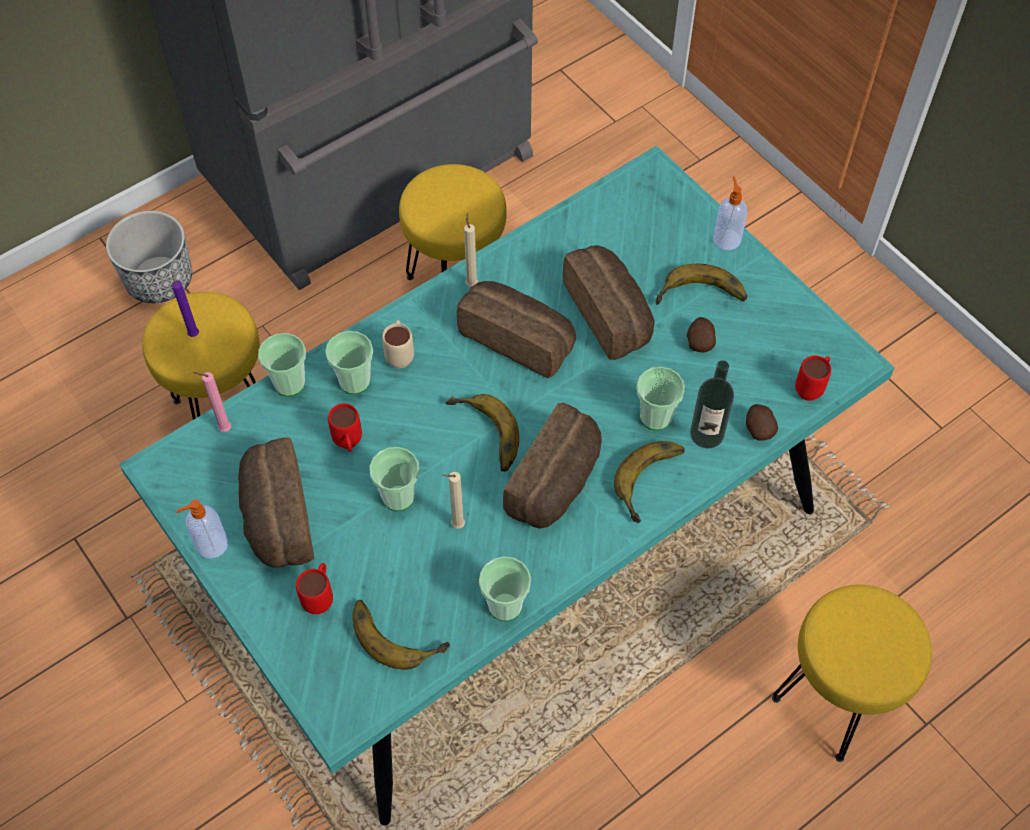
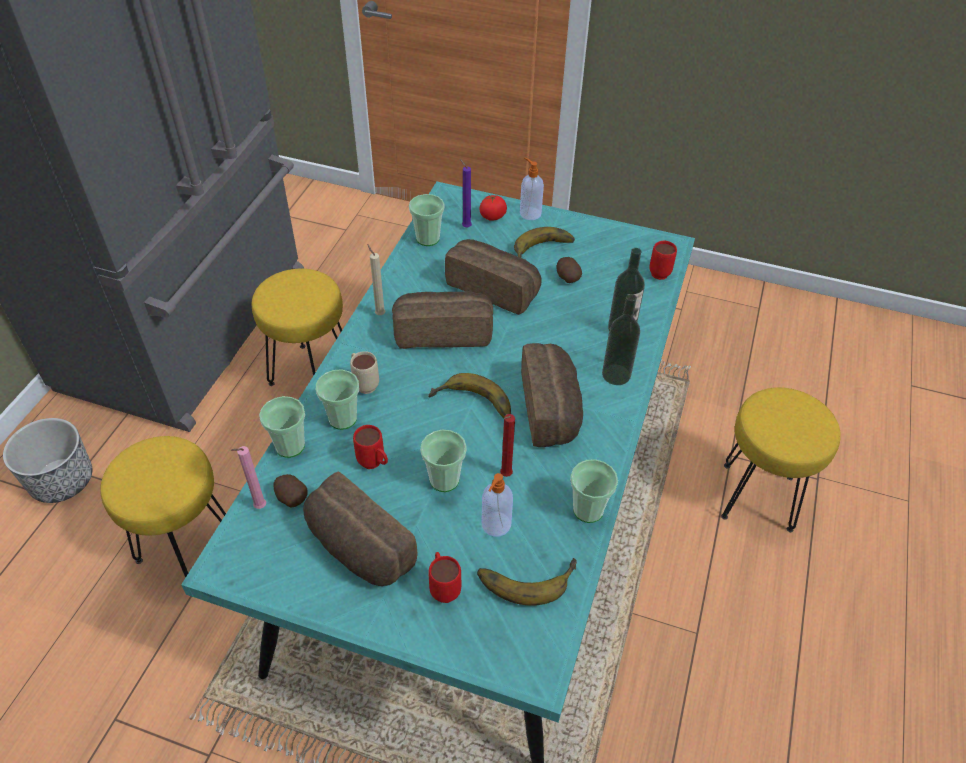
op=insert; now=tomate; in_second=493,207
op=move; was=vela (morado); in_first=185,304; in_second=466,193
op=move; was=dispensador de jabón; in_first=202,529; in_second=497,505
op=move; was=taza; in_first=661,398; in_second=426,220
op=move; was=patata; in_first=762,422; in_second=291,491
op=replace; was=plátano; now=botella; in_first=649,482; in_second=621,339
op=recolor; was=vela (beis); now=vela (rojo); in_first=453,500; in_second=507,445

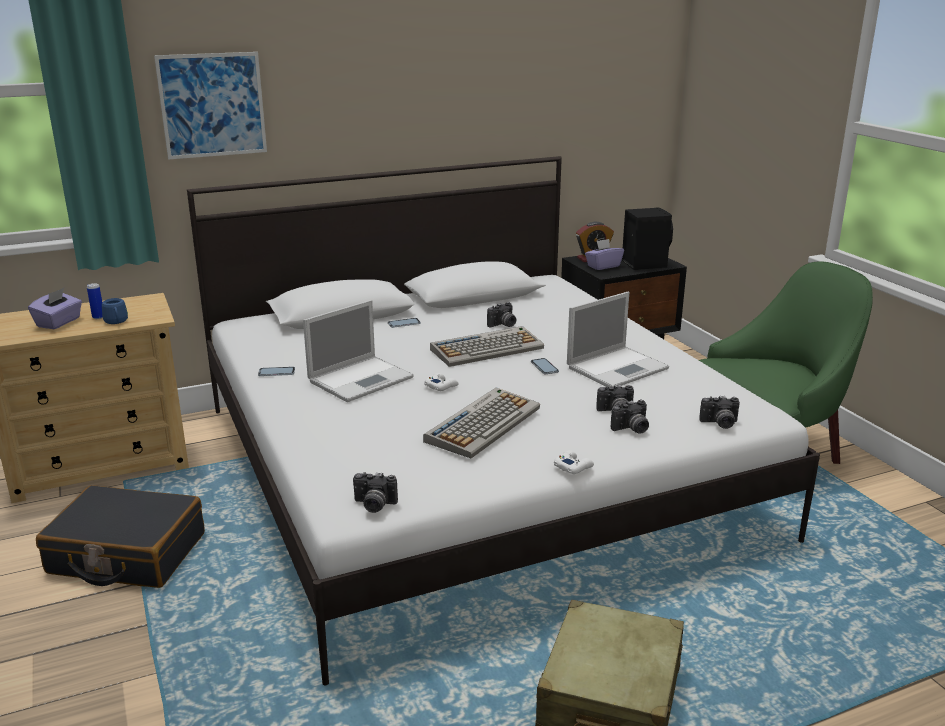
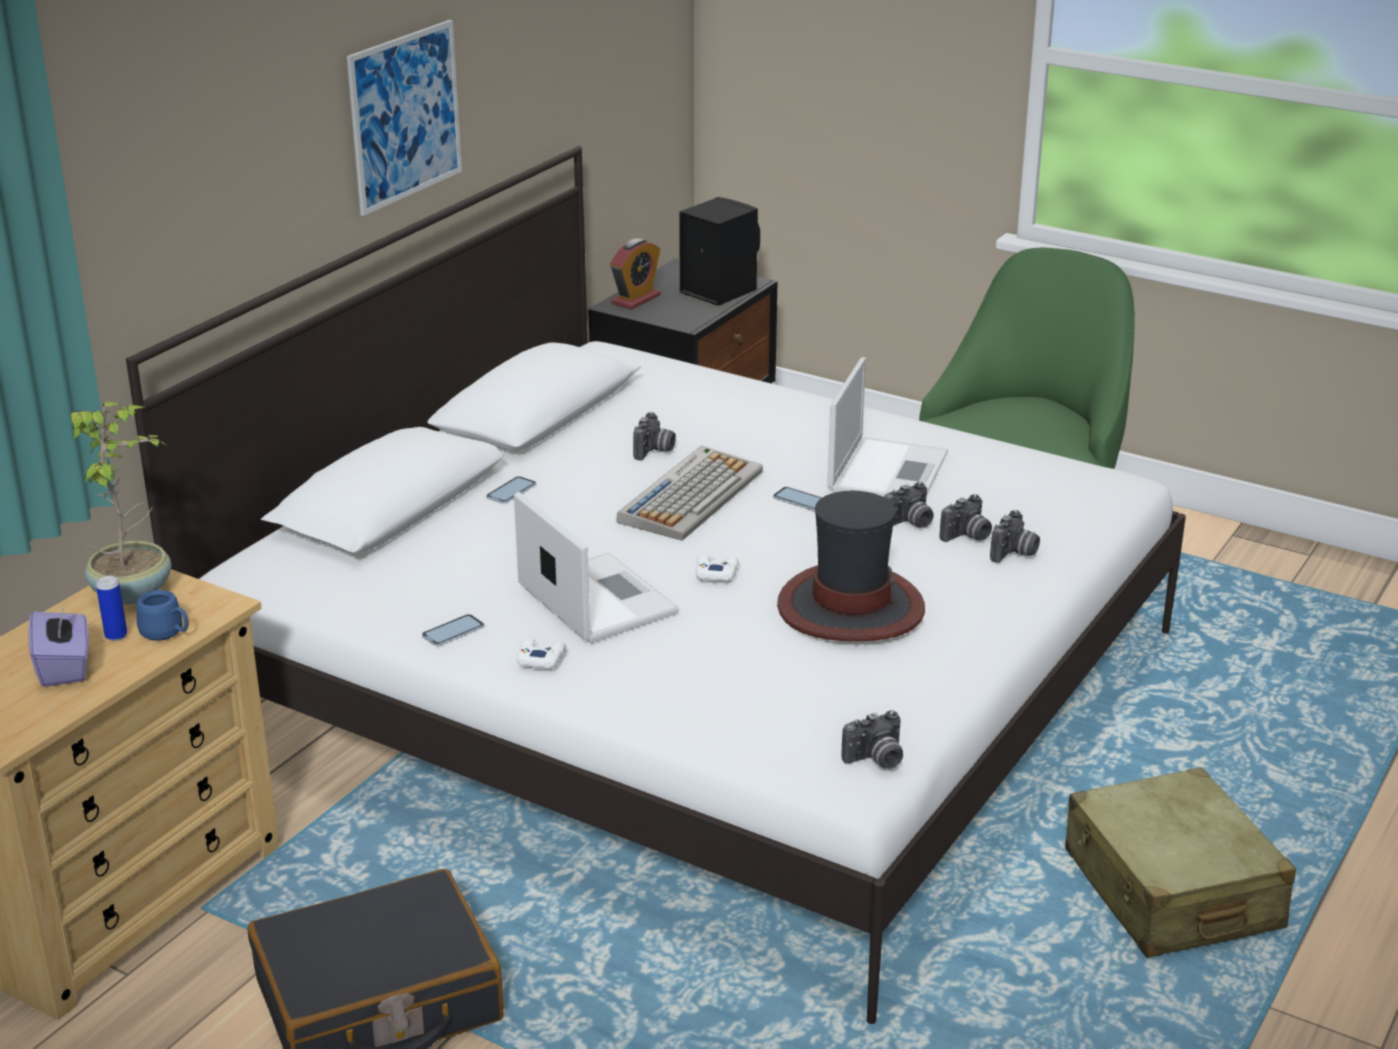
op=delete; was=caja de pañuelos (morado); in_first=604,254
op=insert; now=planta en maceta; in_second=121,503
op=move; was=cuadro; in_first=210,106; in_second=404,118
op=move; was=mando de consola (blanco); in_first=574,462; in_second=541,653
op=move; was=cámara; in_first=719,412; in_second=909,505
op=replace; was=teclado; now=sombrero; in_first=481,422; in_second=851,566
op=rotate; was=portátil; in_first=358,351; in_second=596,567; clockwise=-45

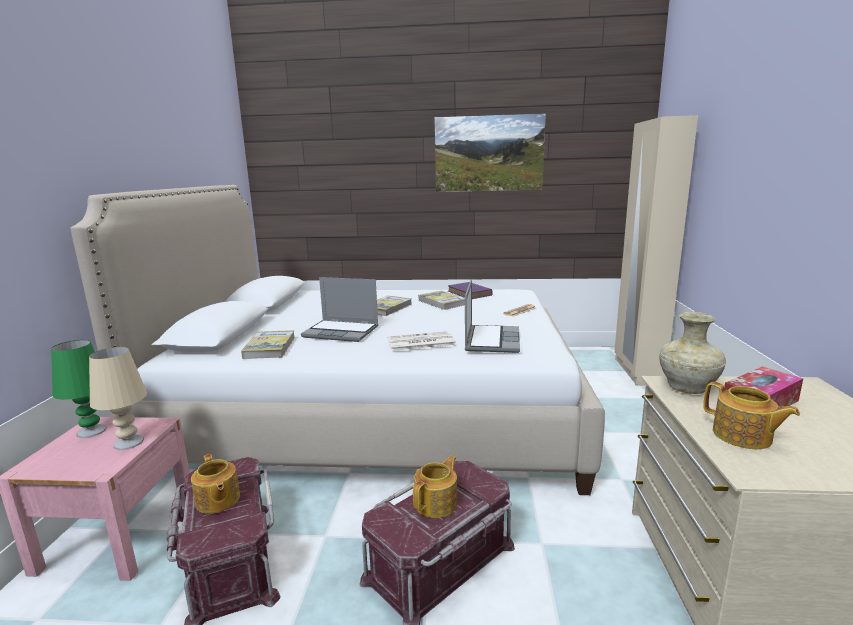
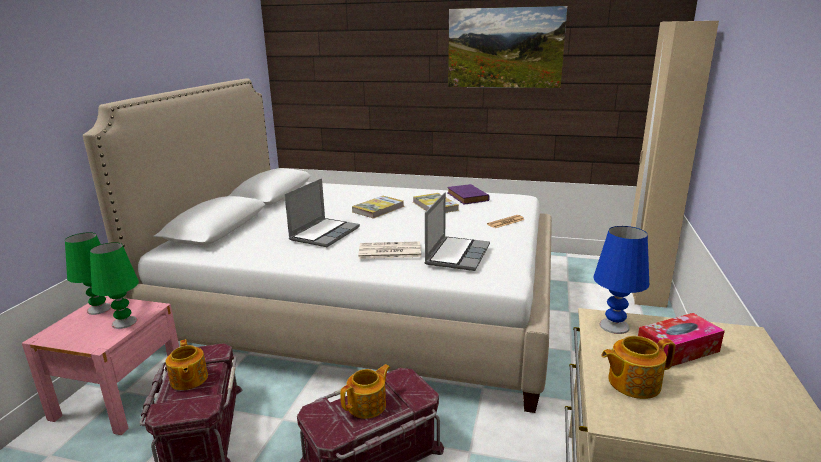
op=delete; was=libro; in_first=268,344
op=replace; was=florero (beis); now=lámpara de mesa (azul); in_first=692,353; in_second=621,280
op=recolor; was=lámpara de mesa (beis); now=lámpara de mesa (verde); in_first=118,398; in_second=114,285
op=rotate; was=portátil; in_first=340,309; in_second=322,212; clockwise=-90
op=rotate; was=tetera; in_first=751,415; in_second=638,367; clockwise=105

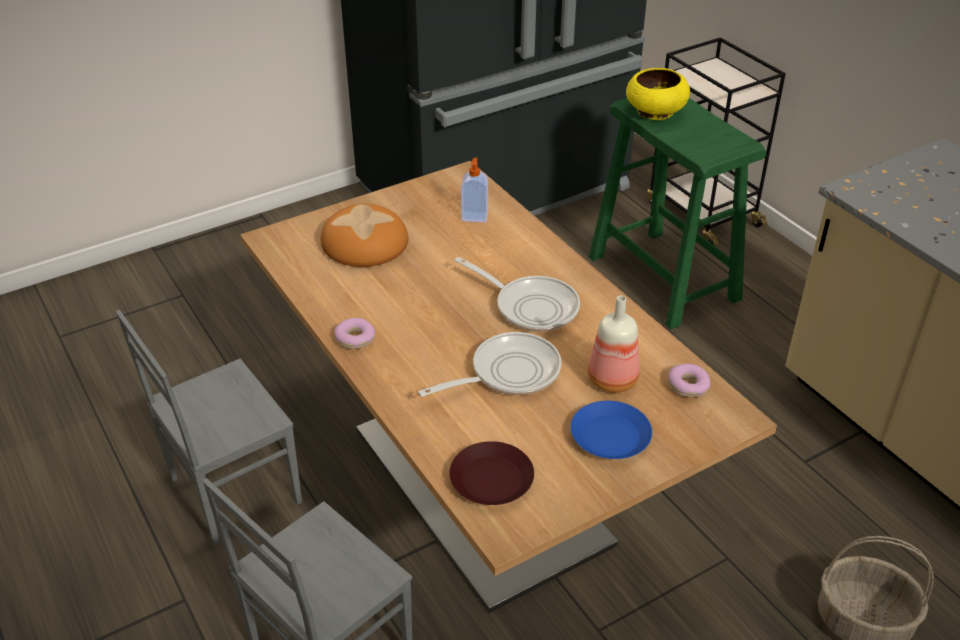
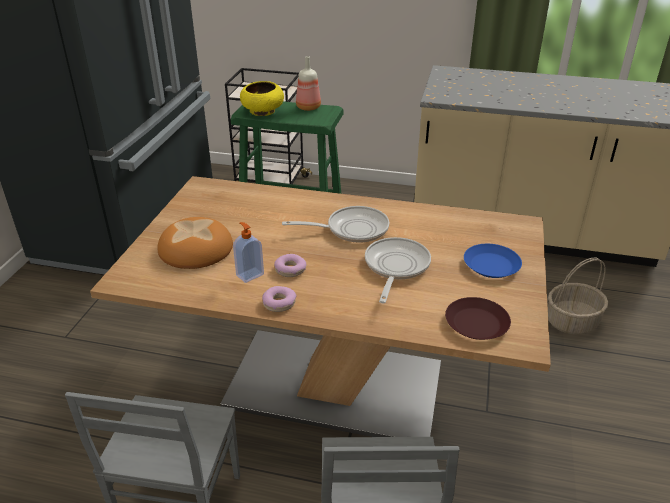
op=move; was=dispensador de jabón; in_first=474,190; in_second=248,252
op=move; was=botella; in_first=614,344; in_second=308,83
op=move; was=rosquilla; in_first=689,380; in_second=290,265

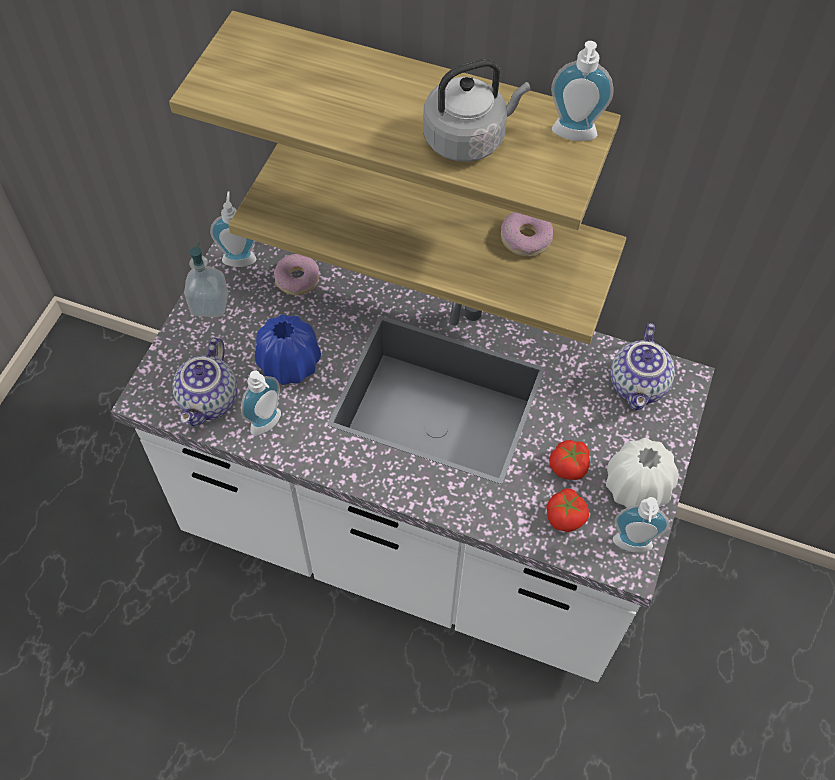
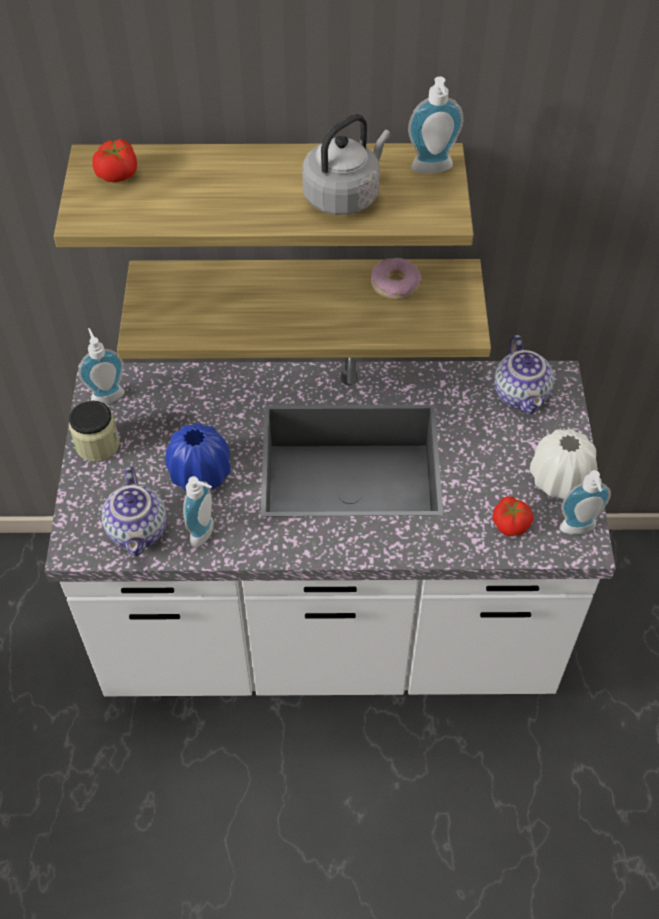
op=delete; was=rosquilla; in_first=296,274
op=move; was=tomate; in_first=569,460; in_second=114,160
op=replace; was=dispensador de jabón; now=tarro; in_first=206,279; in_second=94,431

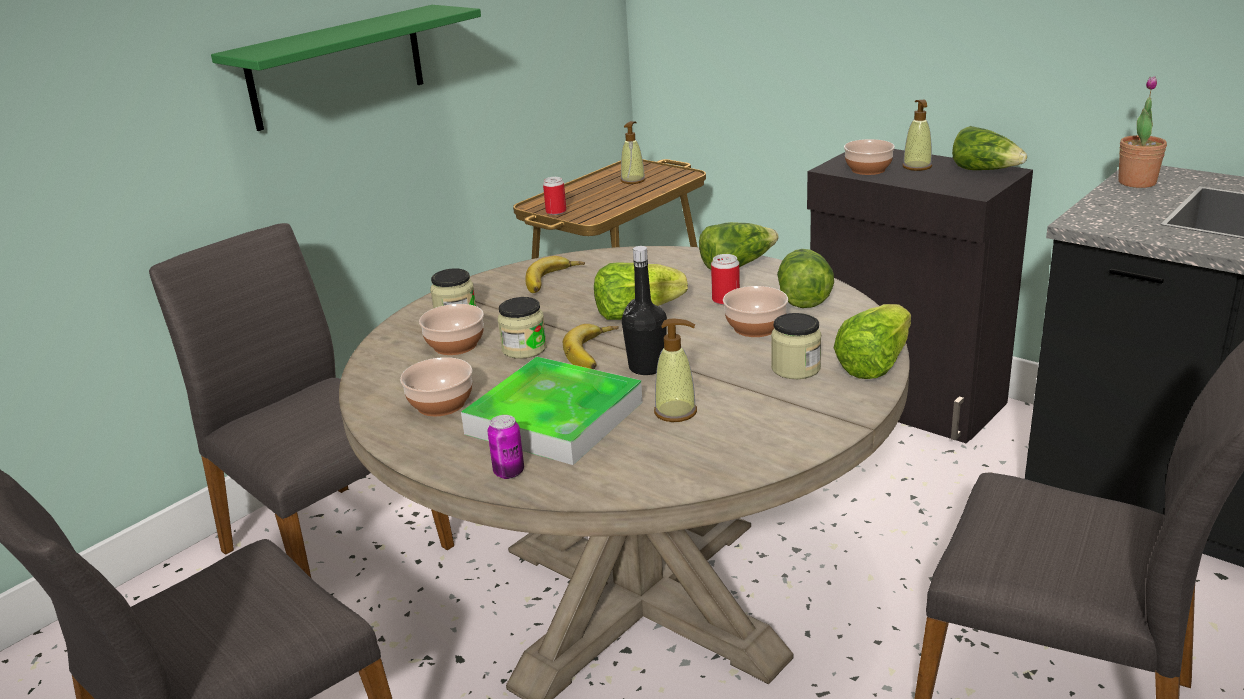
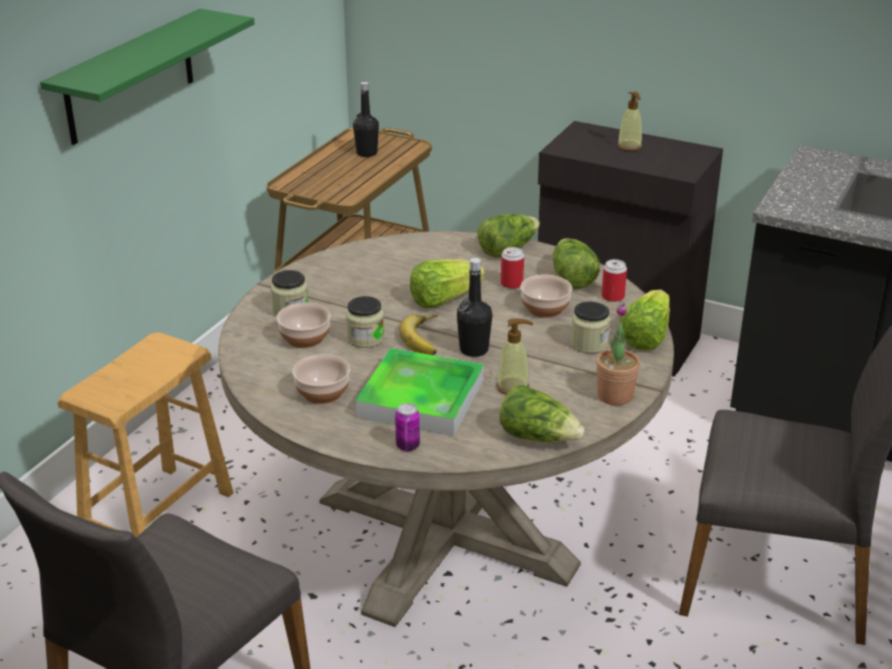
op=delete; was=plátano; in_first=555,274
op=delete; was=cuenco; in_first=869,157
op=move; was=lata; in_first=554,196; in_second=614,280
op=move; was=lechuga; in_first=989,148; in_second=542,413
op=move; was=planta en maceta; in_first=1142,132; in_second=618,354
op=replace; was=silla (gris); now=taburete (marrón); in_first=301,401; in_second=145,435
op=replace; was=dispensador de jabón; now=botella (negro); in_first=633,152; in_second=366,119

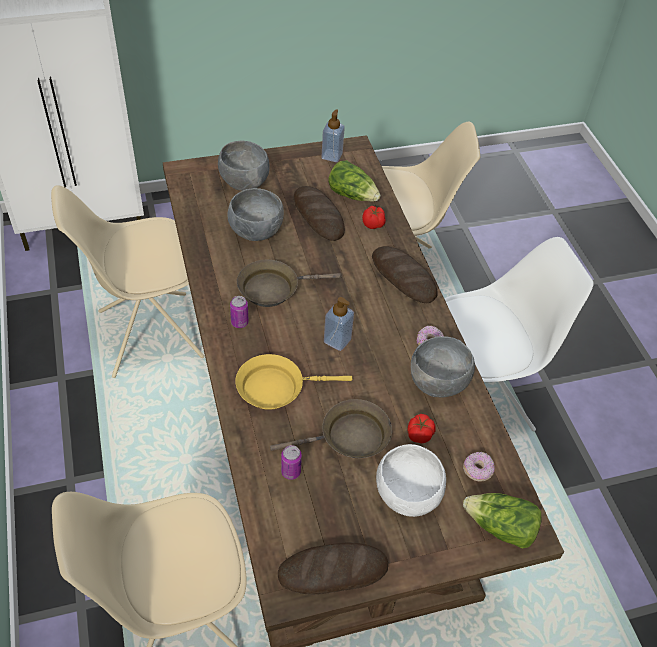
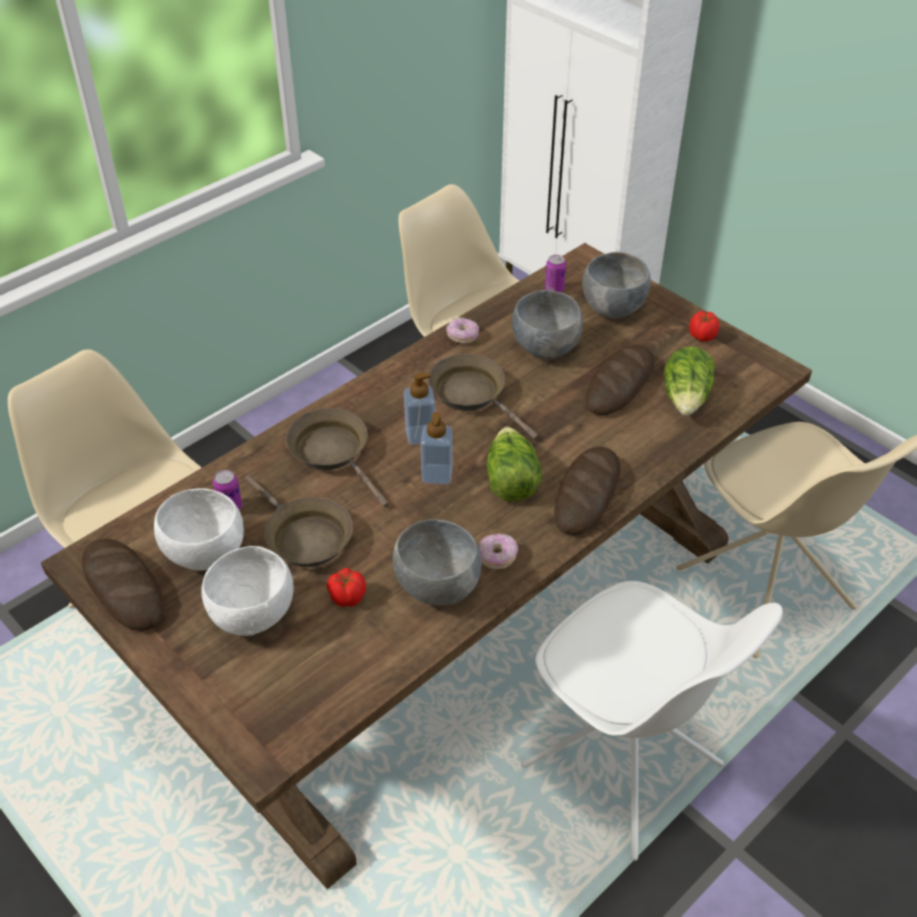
op=insert; now=cuenco (blanco); in_second=199,529
op=move; was=lata; in_first=239,312; in_second=555,274
op=move; was=dispensador de jabón; in_first=333,135; in_second=420,409
op=move; was=tomate; in_first=374,217; in_second=704,326
op=move; was=rosquilla; in_first=479,467; in_second=462,330
op=move; was=lechuga; in_first=502,521; in_second=514,464
op=recolor; was=sartén (amarillo); now=sartén (marrón); in_first=294,382; in_second=337,457

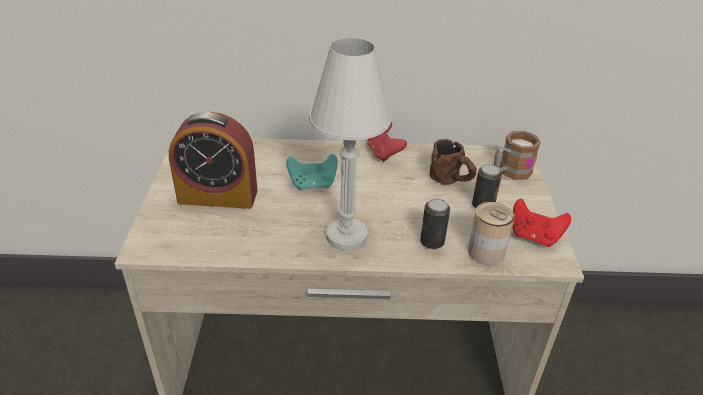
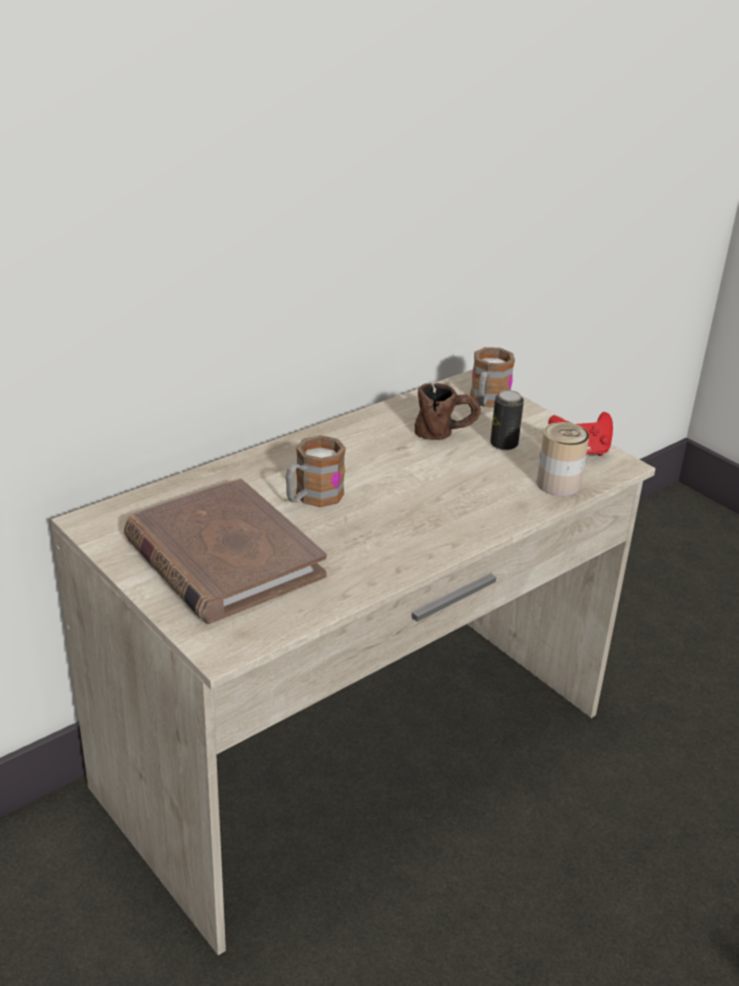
op=delete; was=lámpara de mesa (blanco); in_first=350,144
op=delete; was=mando de consola (rojo); in_first=387,142
op=delete; was=lata; in_first=435,224
op=replace; was=despertador; now=libro (marrón); in_first=213,160; in_second=225,551
op=replace; was=mando de consola (turquesa); now=taza grande; in_first=312,172; in_second=316,471

